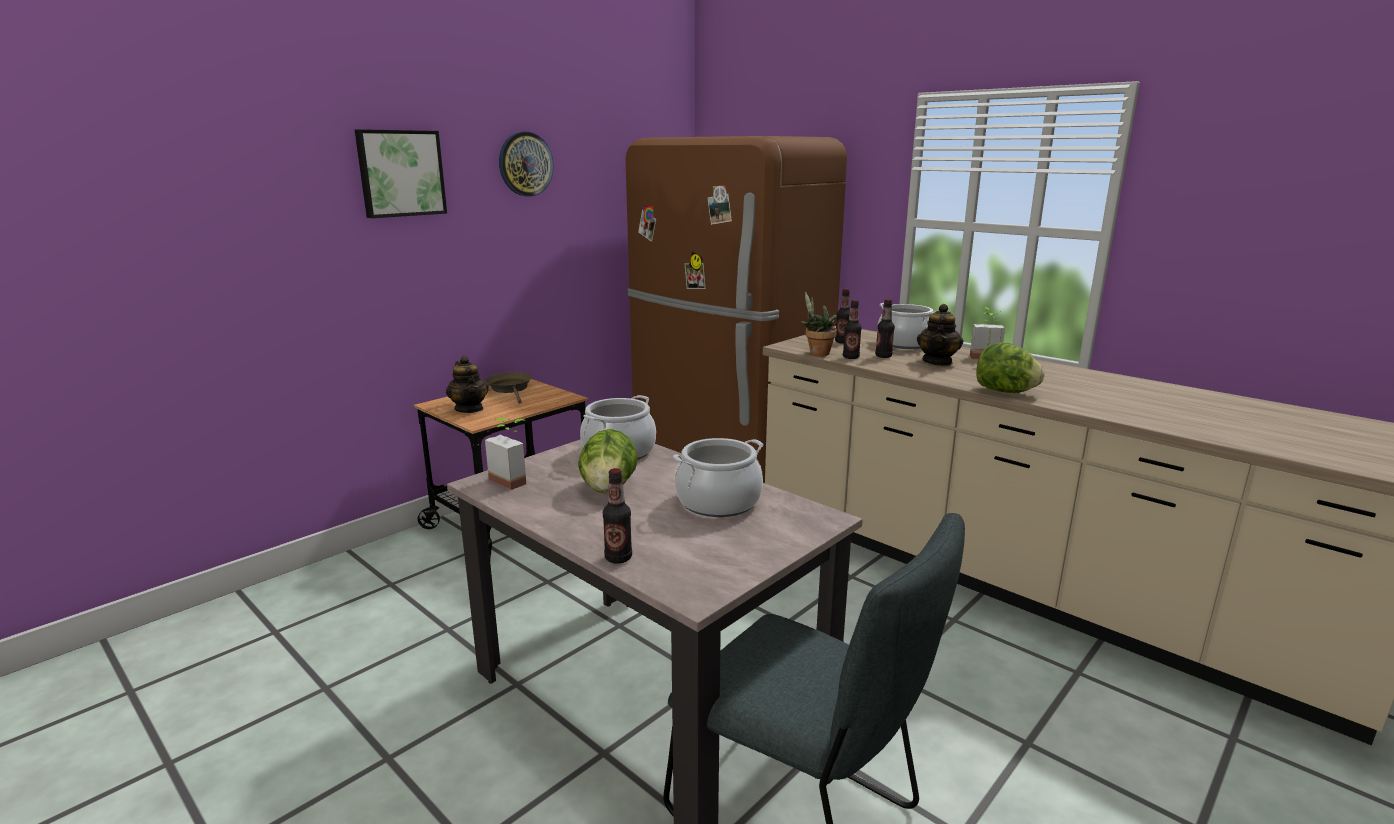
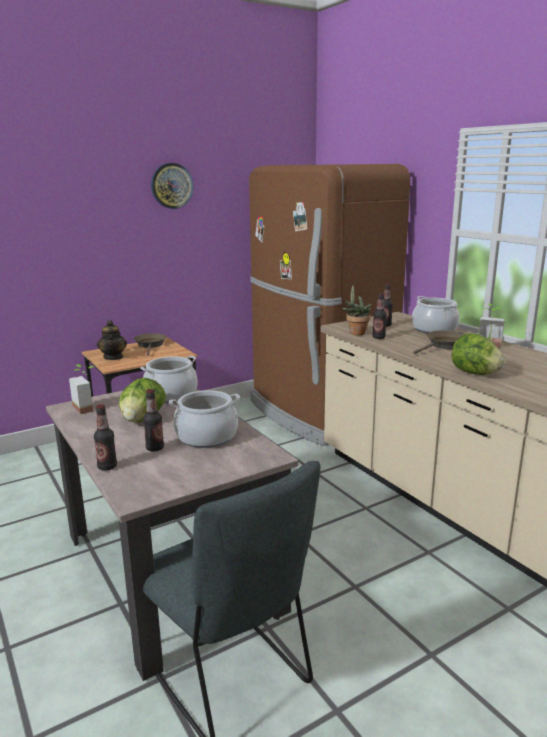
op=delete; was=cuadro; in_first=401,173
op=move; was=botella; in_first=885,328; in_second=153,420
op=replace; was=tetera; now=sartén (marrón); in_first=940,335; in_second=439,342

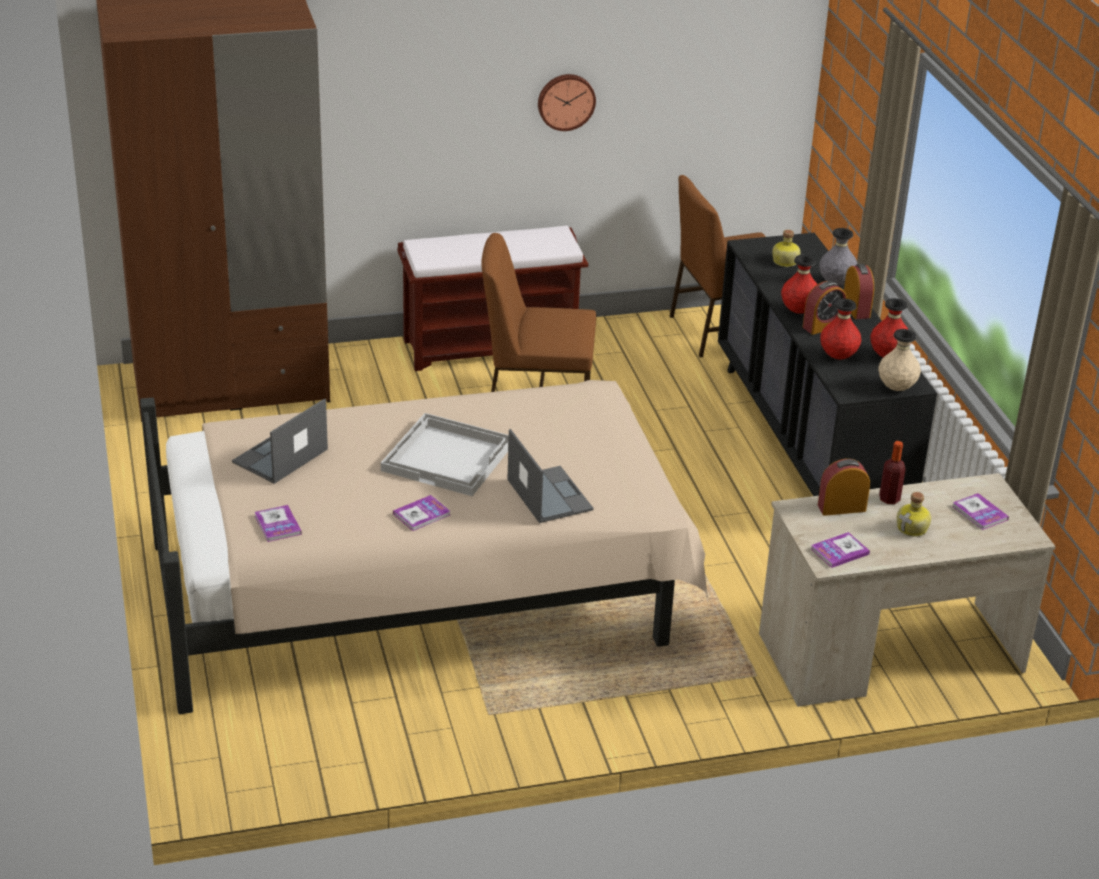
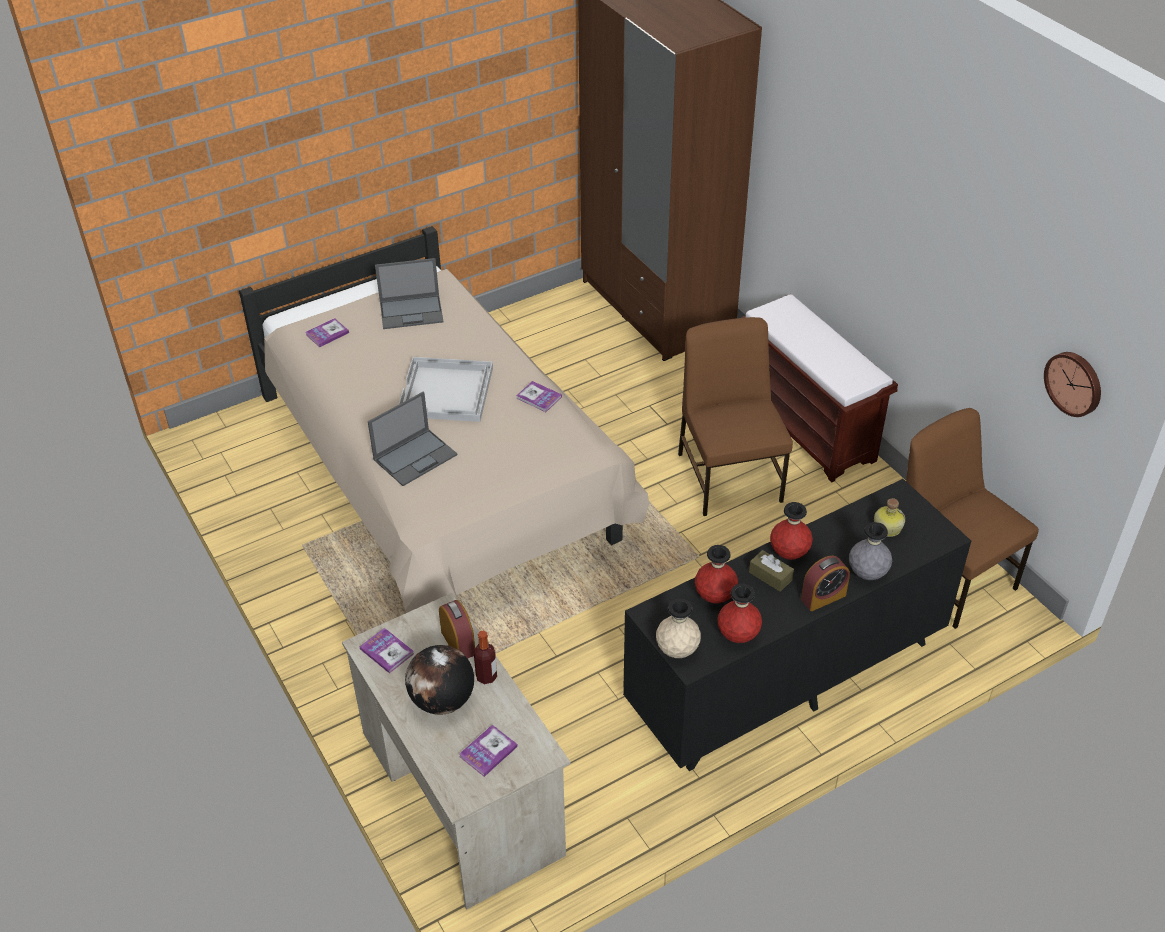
op=move; was=libro; in_first=421,513; in_second=539,396
op=move; was=reloj de pared; in_first=567,102; in_second=1072,384
op=replace; was=despertador; now=caja de pañuelos (marrón); in_first=824,308; in_second=771,571
op=replace; was=botella; now=globo terráqueo; in_first=914,514; in_second=439,680
op=rotate; was=portátil; in_first=280,441; in_second=409,293; clockwise=150

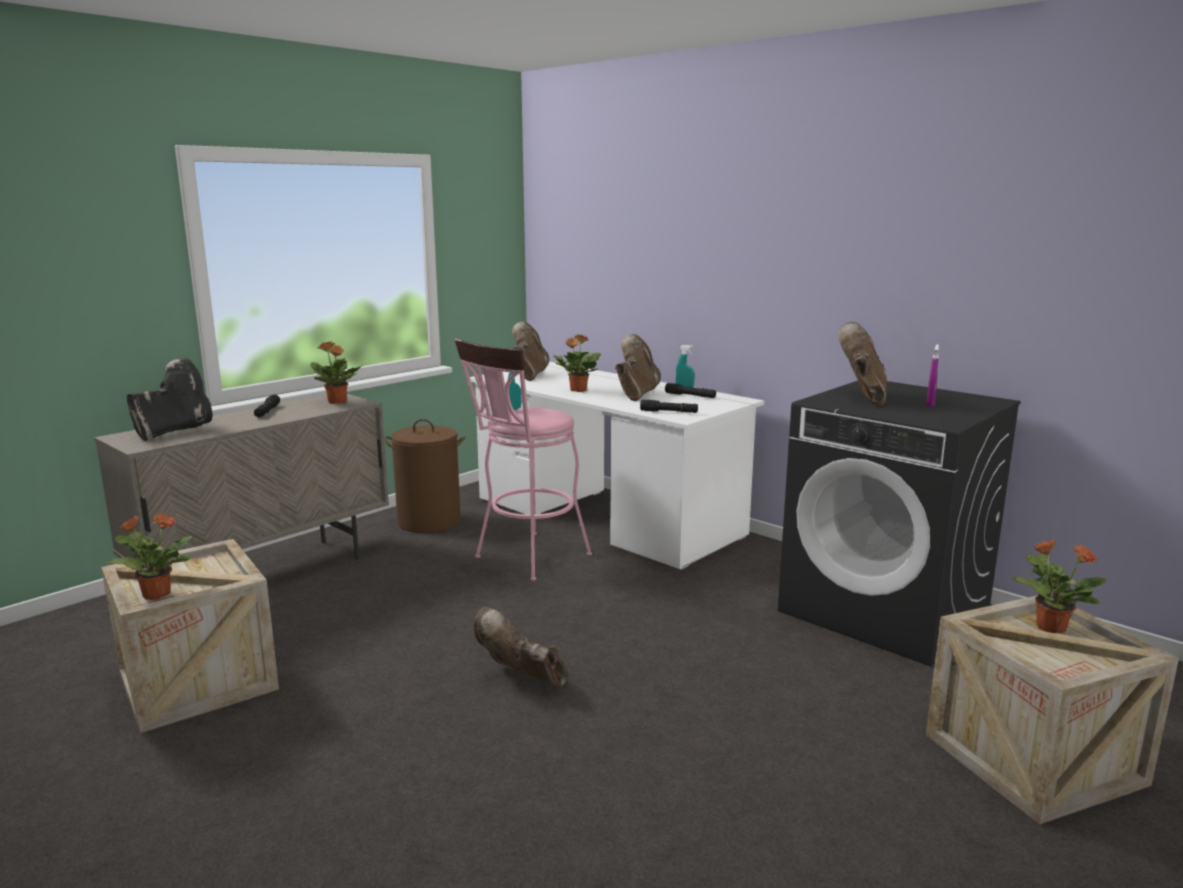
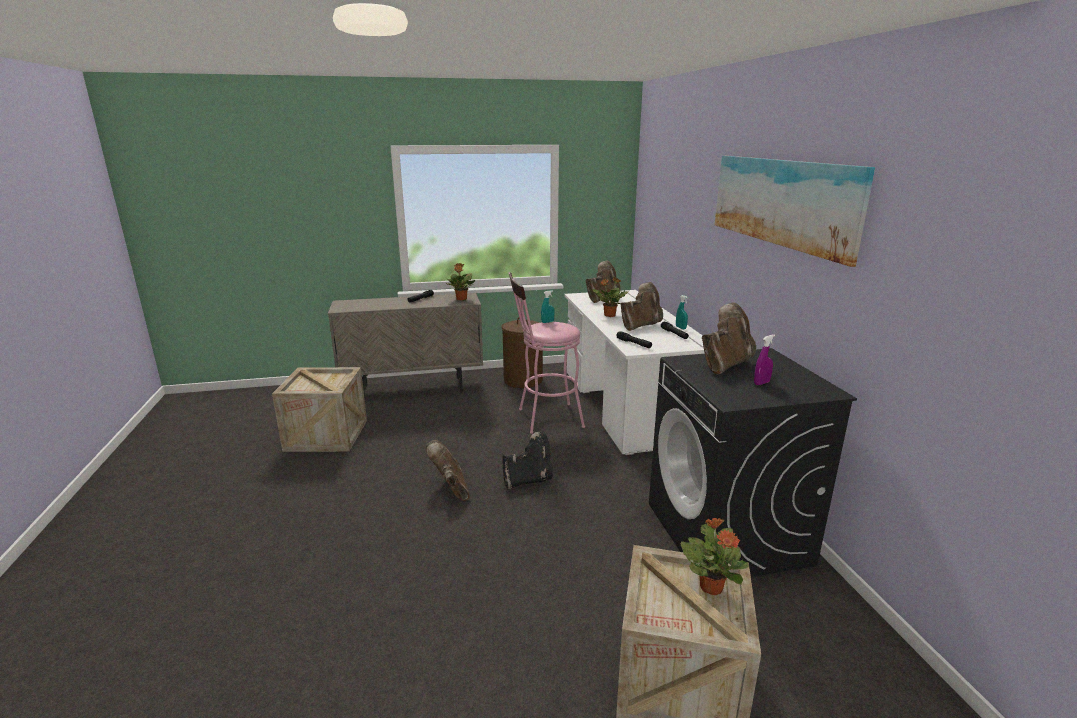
op=delete; was=planta en maceta; in_first=149,556
op=insert; now=cuadro; in_second=795,211
op=move; was=bota (negro); in_first=169,399; in_second=527,460

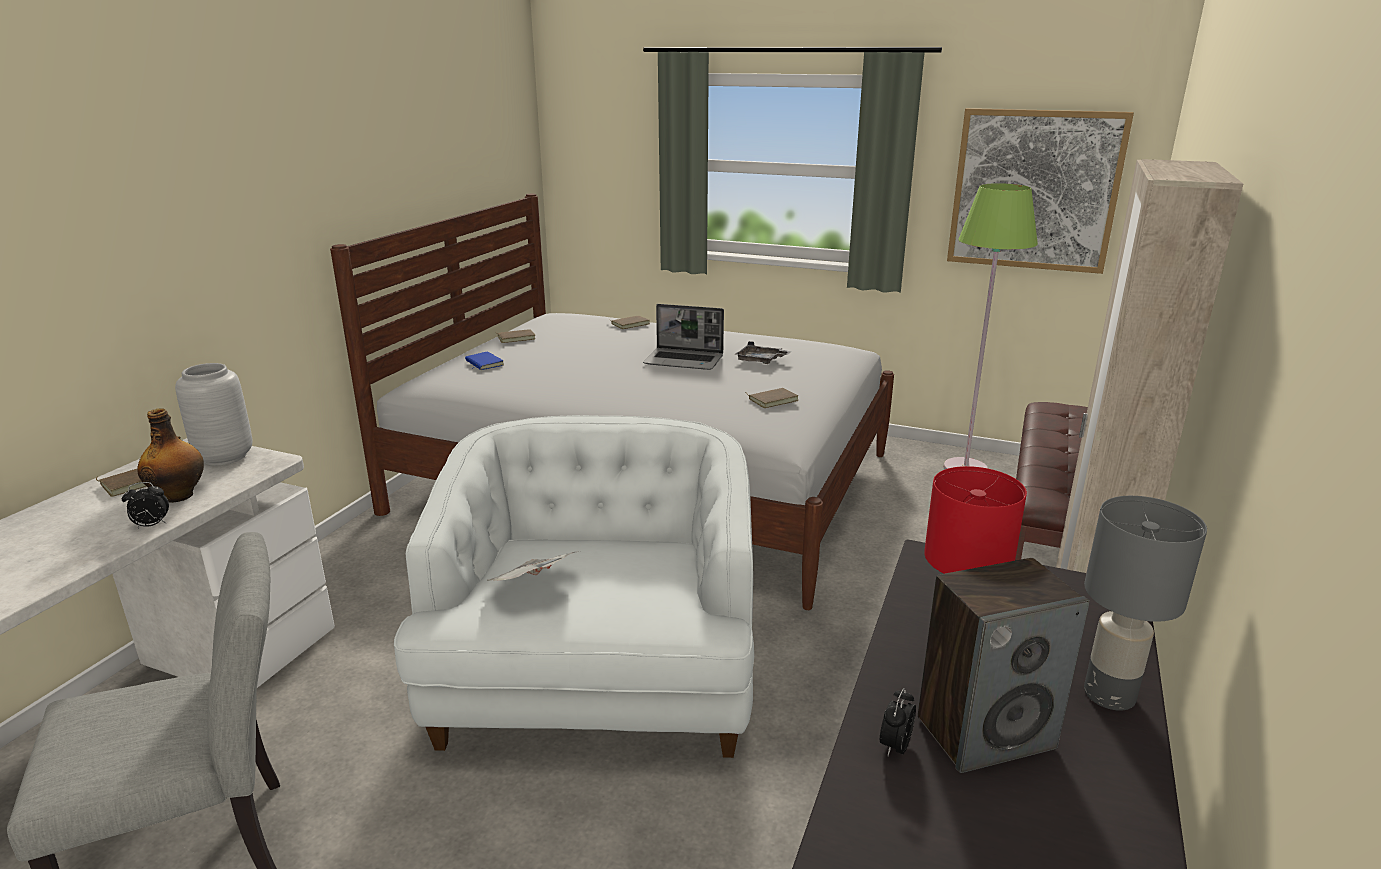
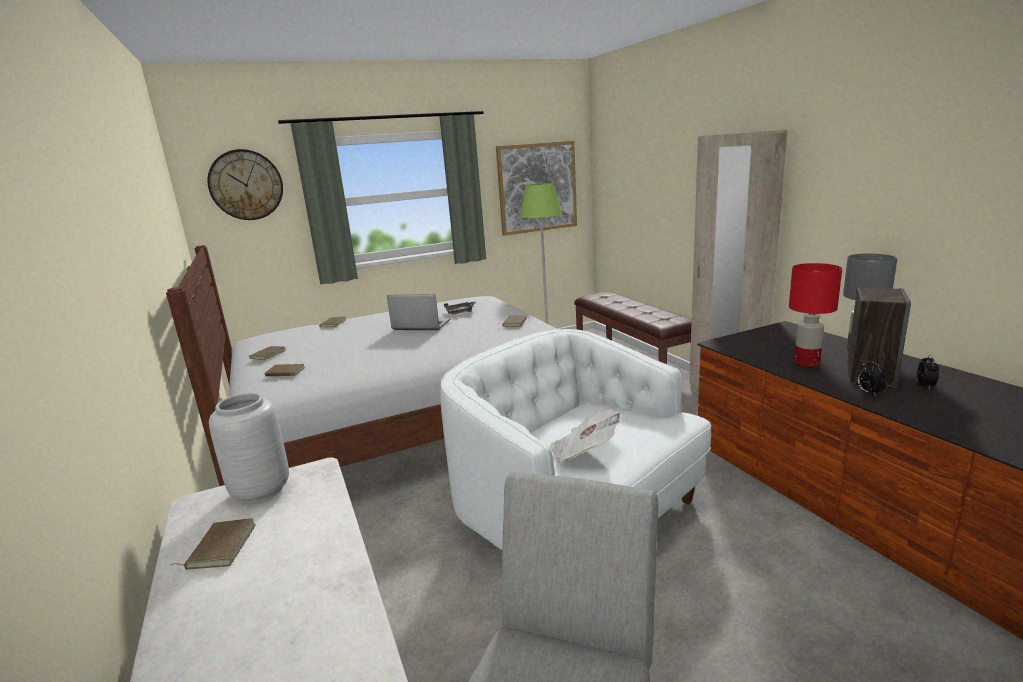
op=delete; was=botella; in_first=170,455
op=insert; now=reloj de pared; in_second=245,184
op=move; was=despertador; in_first=145,505; in_second=928,372
op=recolor; was=libro (azul); now=libro (marrón); in_first=484,360; in_second=284,370
op=rotate; was=portátil; in_first=683,337; in_second=419,312; clockwise=-135

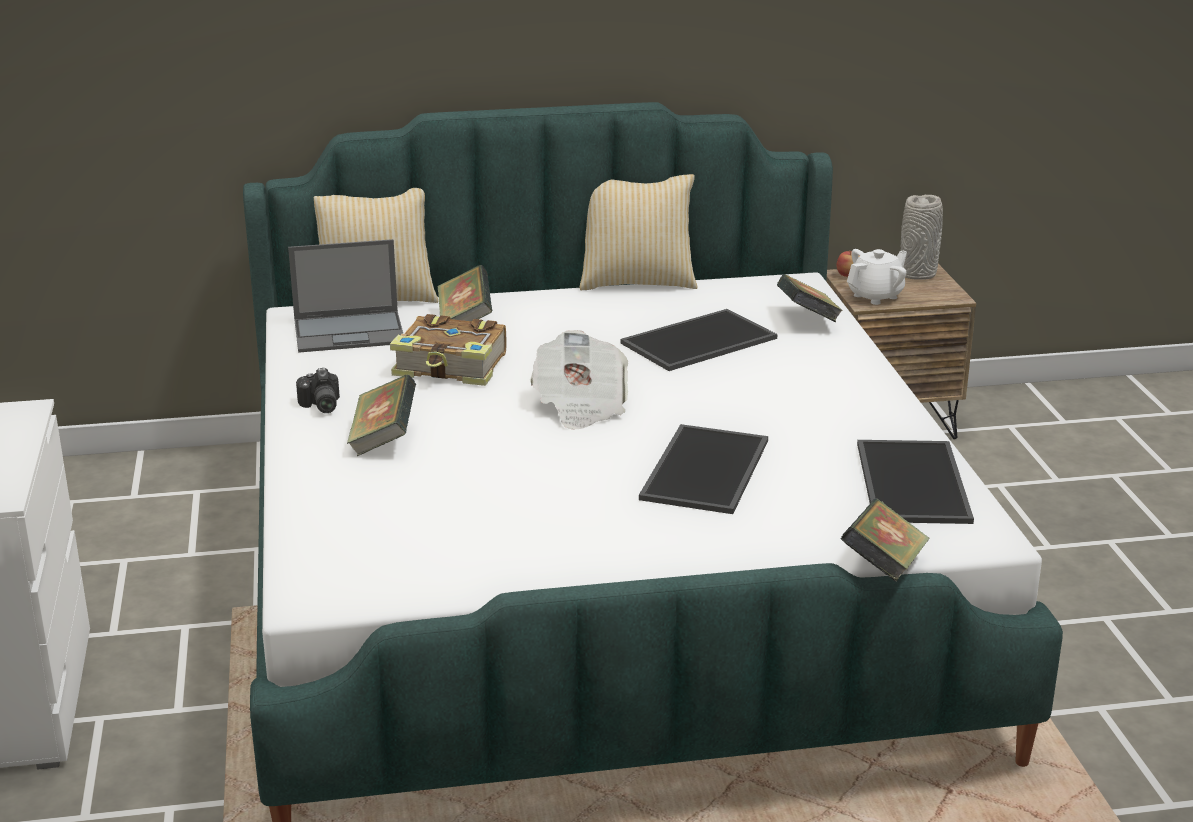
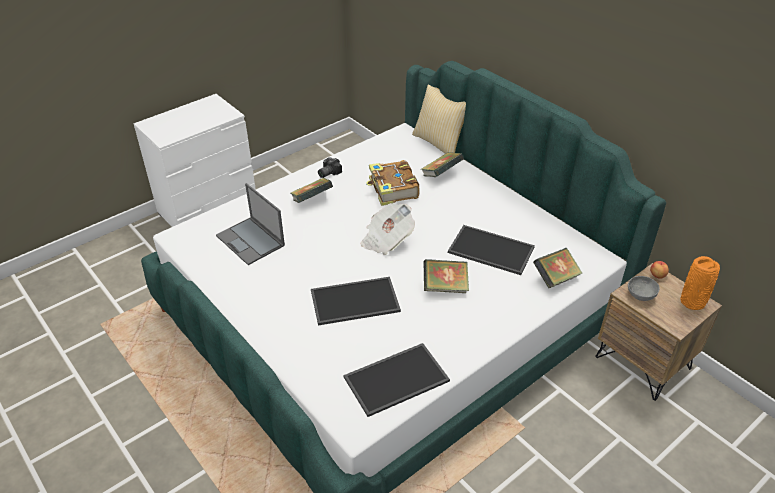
op=delete; was=cojín; in_first=639,232
op=move; was=portátil; in_first=345,296; in_second=250,224
op=move; was=libro; in_first=885,540; in_second=446,276
op=replace; was=tetera (blanco); now=cuenco (gris); in_first=877,277; in_second=643,288
op=recolor; was=florero (gris); now=florero (naranja); in_first=922,237; in_second=700,283

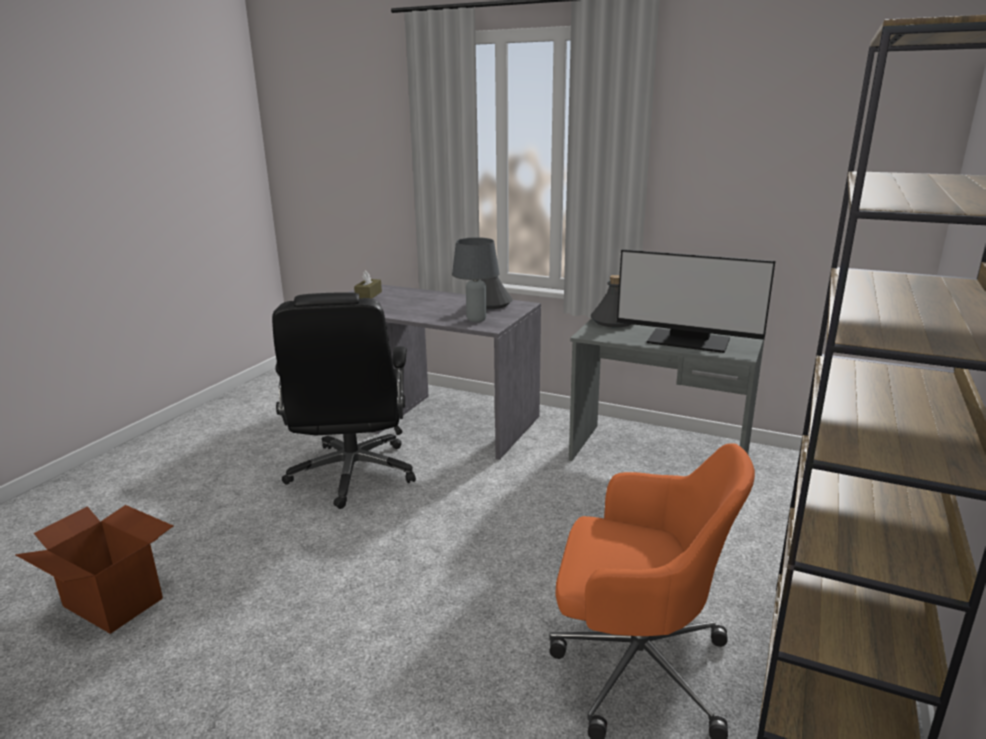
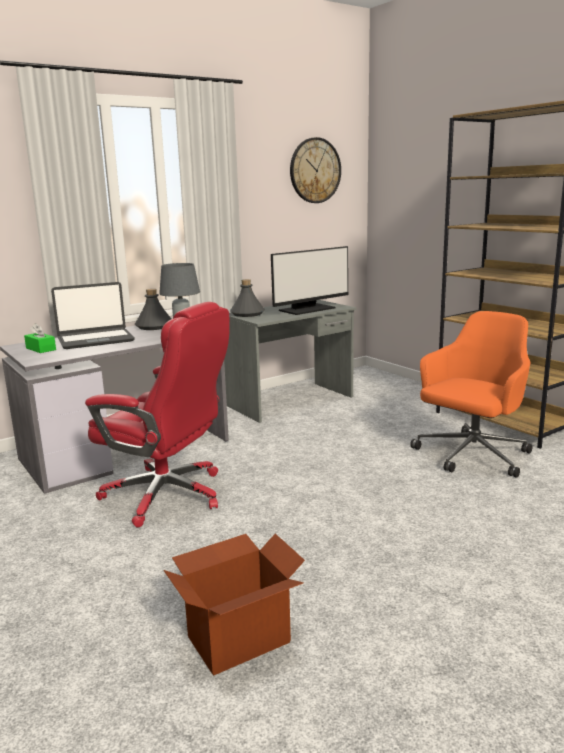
op=insert; now=portátil; in_second=93,315
op=insert; now=reloj de pared; in_second=315,170
op=recolor; was=silla de oficina (negro); now=silla de oficina (rojo); in_first=344,400; in_second=157,414
op=recolor; was=caja de pañuelos (marrón); now=caja de pañuelos (verde); in_first=368,284; in_second=40,338

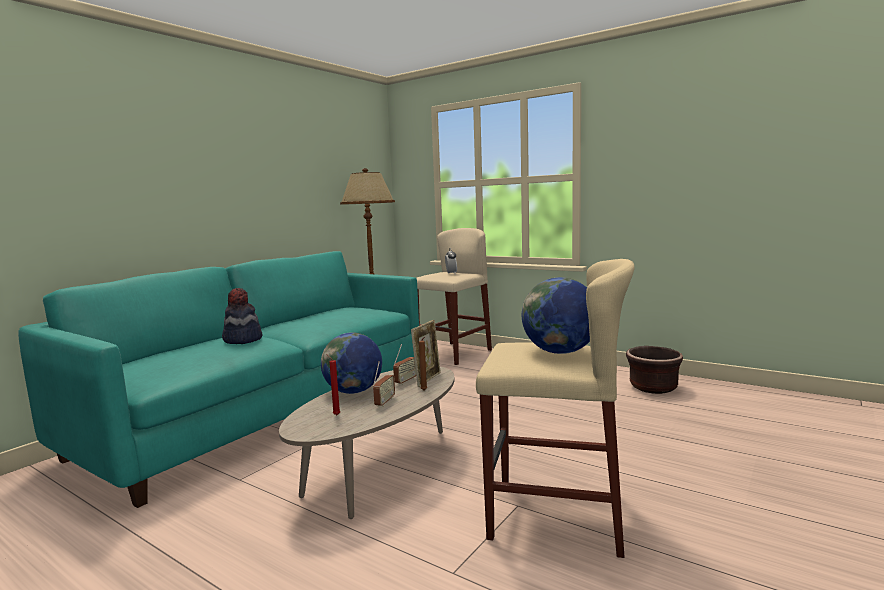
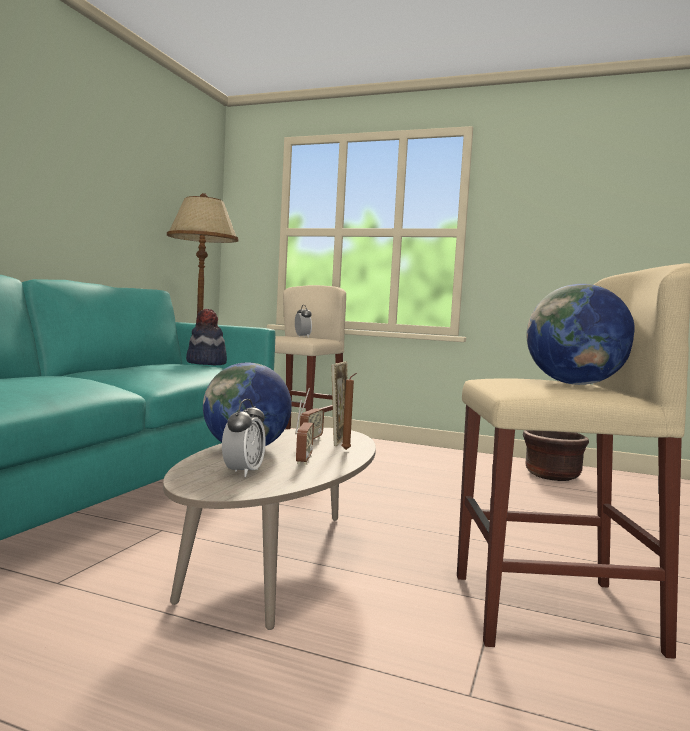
op=move; was=sombrero; in_first=242,316; in_second=206,337
op=replace; was=vela (rojo); now=despertador; in_first=333,384; in_second=244,438

